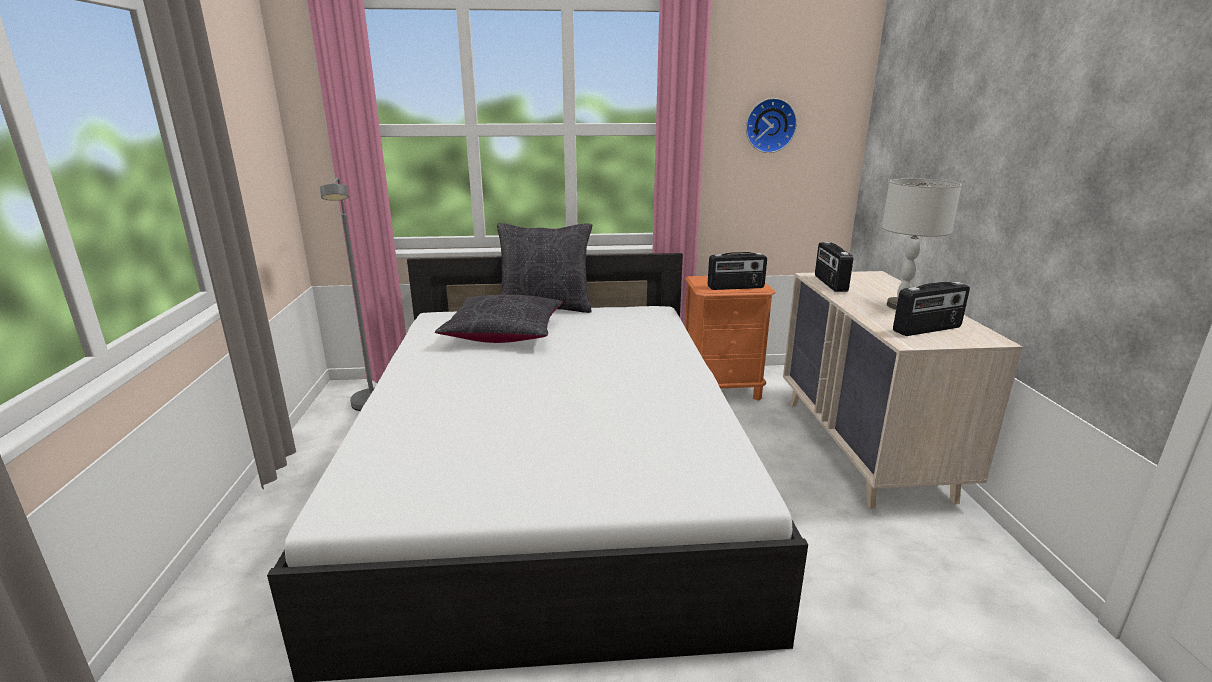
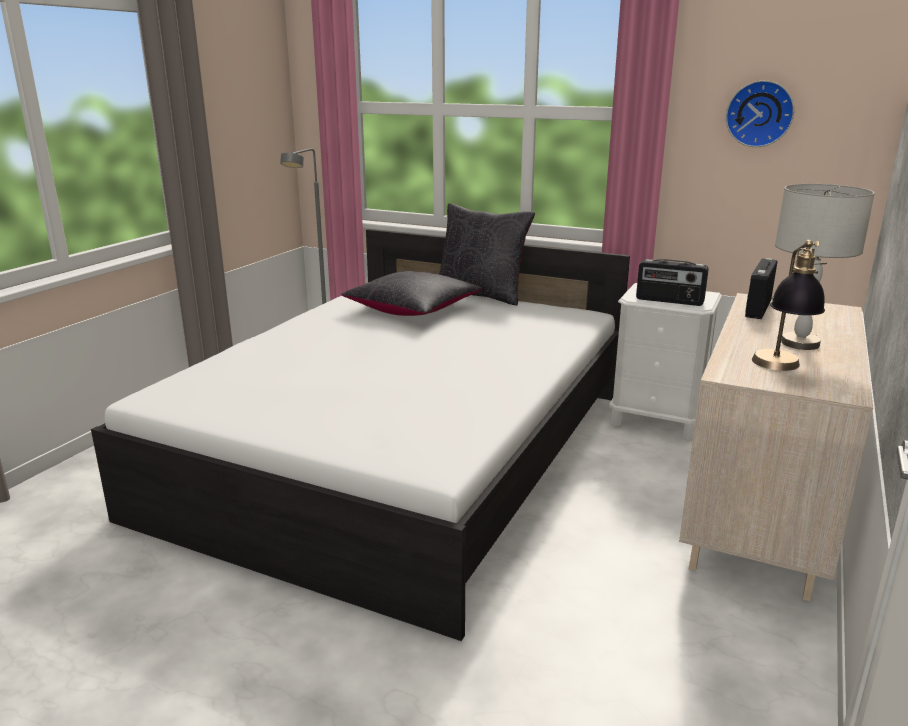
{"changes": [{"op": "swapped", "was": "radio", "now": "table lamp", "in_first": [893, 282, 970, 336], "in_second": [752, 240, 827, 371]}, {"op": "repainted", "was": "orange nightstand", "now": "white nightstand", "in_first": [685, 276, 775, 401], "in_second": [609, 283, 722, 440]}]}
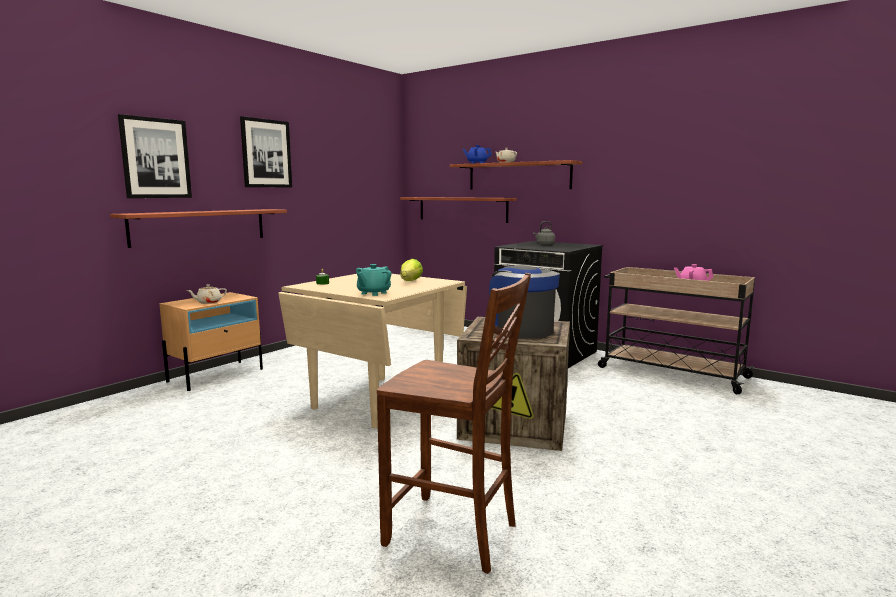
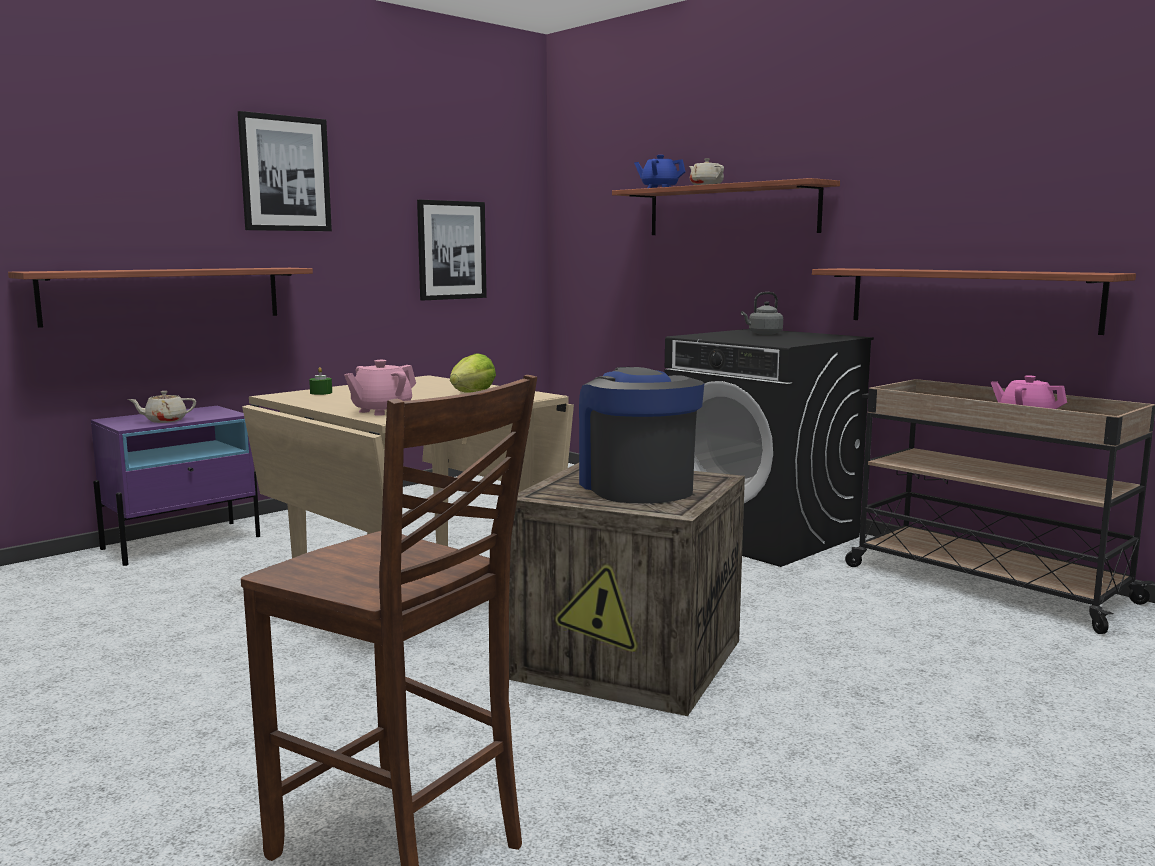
{"changes": [{"op": "shifted", "was": "picture", "in_first": [118, 114, 192, 198], "in_second": [417, 200, 487, 300]}, {"op": "shifted", "was": "shelf", "in_first": [400, 197, 517, 223], "in_second": [812, 268, 1136, 335]}, {"op": "repainted", "was": "beige nightstand", "now": "purple nightstand", "in_first": [159, 292, 263, 391], "in_second": [91, 406, 260, 566]}, {"op": "repainted", "was": "turquoise teapot", "now": "pink teapot", "in_first": [356, 264, 392, 296], "in_second": [344, 360, 416, 416]}]}
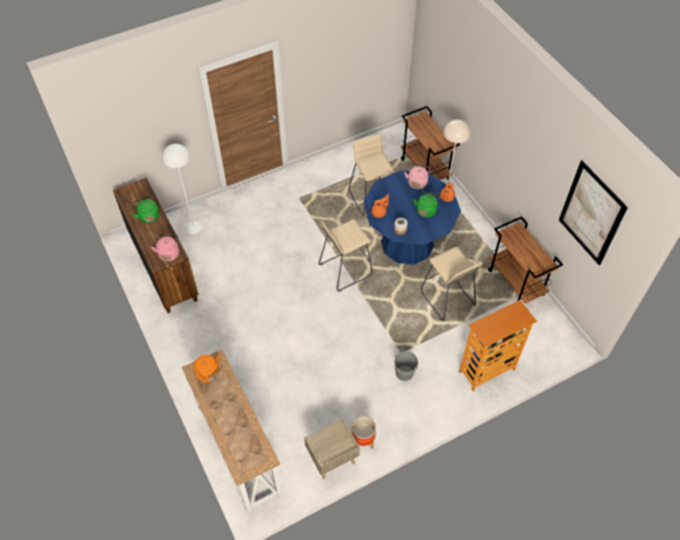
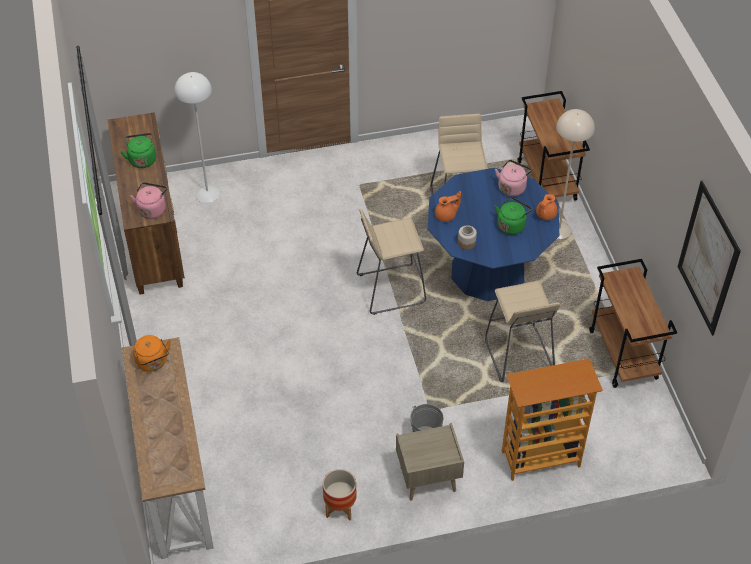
{"changes": [{"op": "shifted", "was": "beige nightstand", "in_first": [304, 418, 360, 480], "in_second": [396, 423, 464, 501]}]}
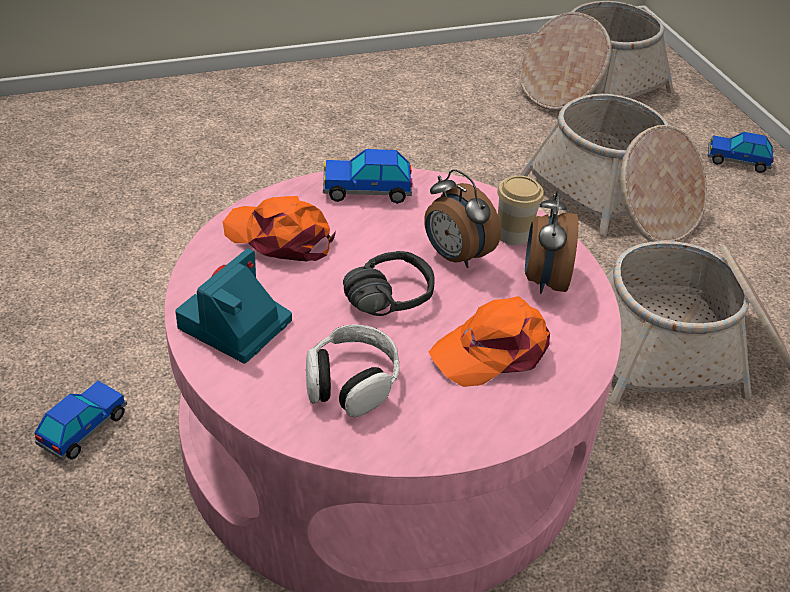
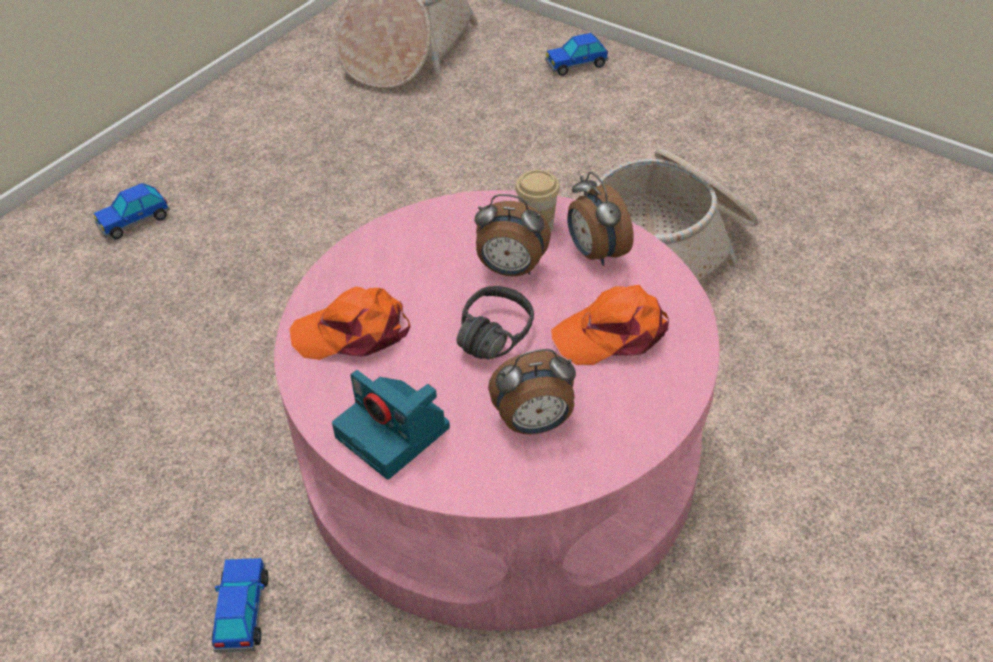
{"changes": [{"op": "gone", "was": "basket", "in_first": [519, 94, 707, 242]}, {"op": "shifted", "was": "toy car", "in_first": [323, 149, 412, 204], "in_second": [93, 183, 170, 239]}, {"op": "swapped", "was": "headphones", "now": "alarm clock", "in_first": [306, 324, 400, 417], "in_second": [488, 349, 576, 434]}, {"op": "rotated", "was": "photo camera", "in_first": [175, 248, 292, 364], "in_second": [332, 370, 450, 480], "clockwise": -45}, {"op": "rotated", "was": "orange cap", "in_first": [429, 296, 550, 387], "in_second": [551, 285, 669, 365], "clockwise": 45}]}
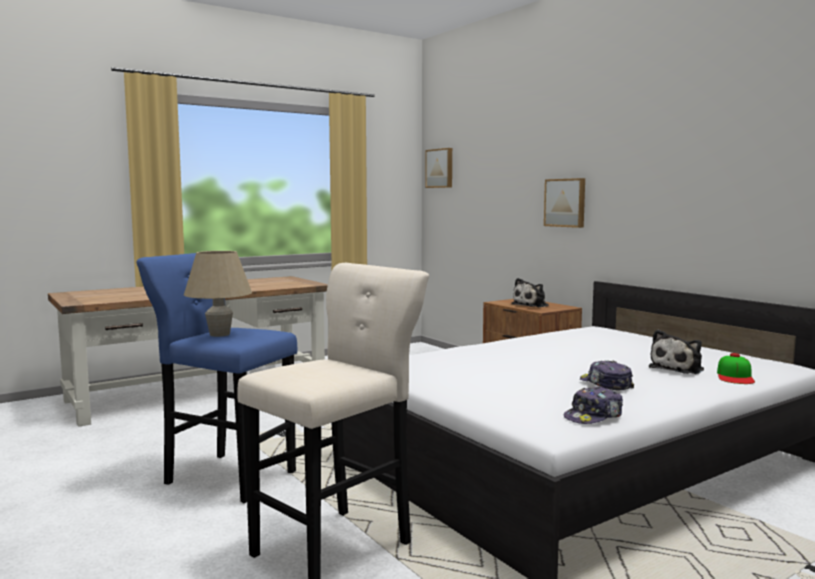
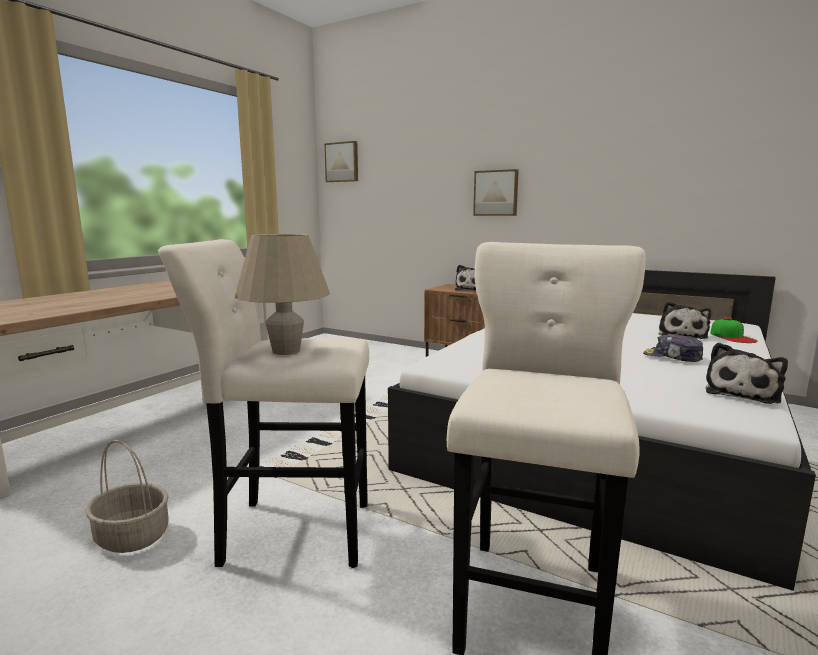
{"changes": [{"op": "new", "now": "basket", "in_second": [85, 440, 169, 553]}, {"op": "swapped", "was": "cap", "now": "plush toy", "in_first": [564, 386, 623, 424], "in_second": [706, 343, 788, 404]}, {"op": "repainted", "was": "blue stool", "now": "beige stool", "in_first": [137, 253, 298, 503], "in_second": [158, 239, 369, 568]}]}
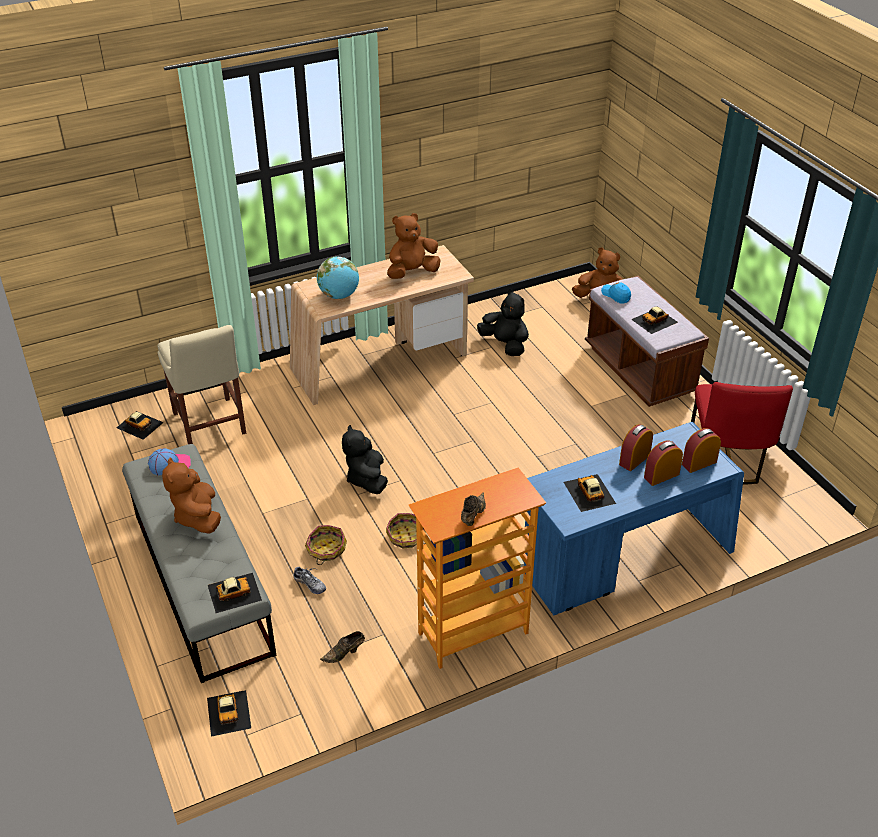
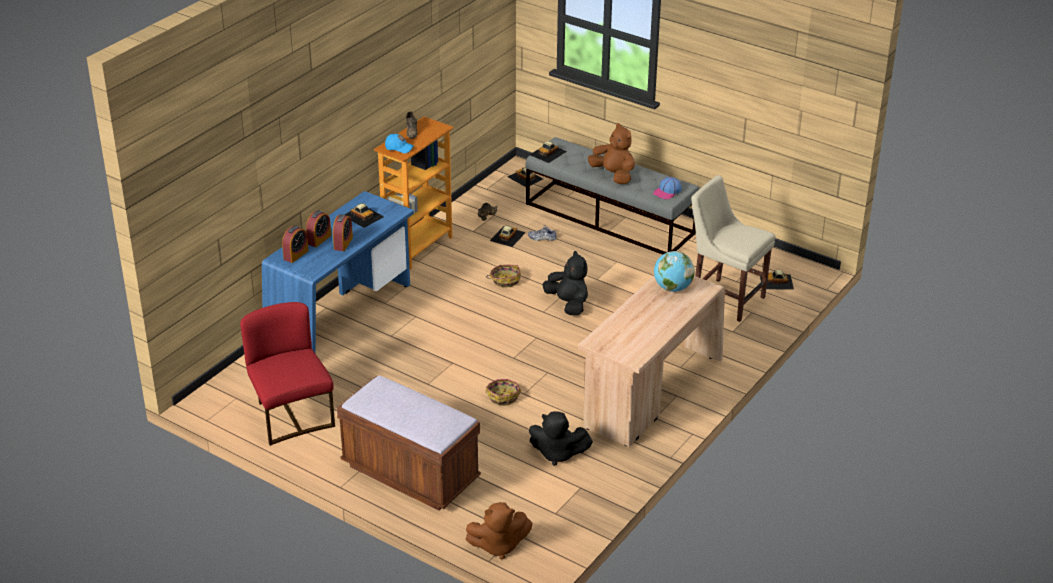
{"changes": [{"op": "gone", "was": "brown plush toy", "in_first": [387, 213, 441, 279]}, {"op": "shifted", "was": "basket", "in_first": [305, 525, 347, 565], "in_second": [486, 379, 521, 405]}, {"op": "shifted", "was": "blue cap", "in_first": [601, 282, 631, 304], "in_second": [385, 134, 414, 153]}, {"op": "shifted", "was": "toy car", "in_first": [631, 307, 678, 334], "in_second": [490, 226, 526, 247]}]}
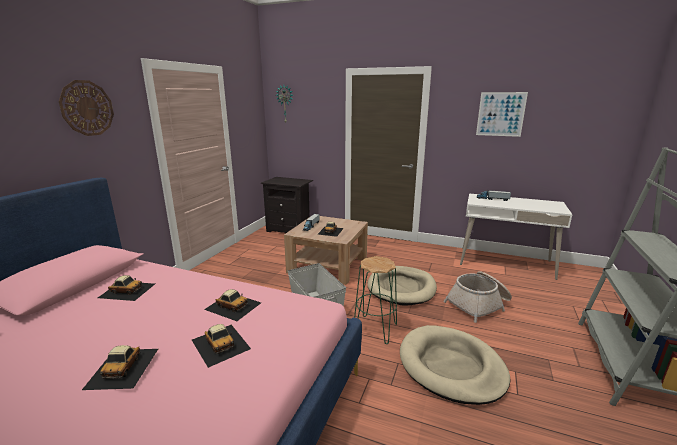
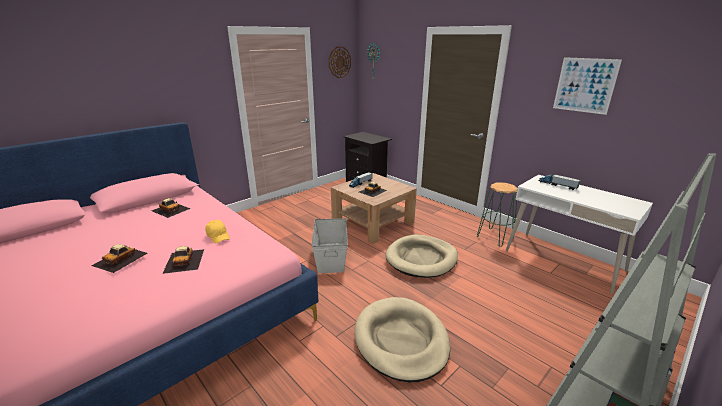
{"changes": [{"op": "gone", "was": "basket", "in_first": [443, 271, 512, 323]}, {"op": "shifted", "was": "wall clock", "in_first": [59, 80, 114, 136], "in_second": [328, 46, 351, 78]}, {"op": "shifted", "was": "green stool", "in_first": [354, 256, 397, 344], "in_second": [477, 182, 518, 247]}, {"op": "swapped", "was": "toy car", "now": "yellow cap", "in_first": [204, 289, 261, 321], "in_second": [205, 220, 230, 243]}]}
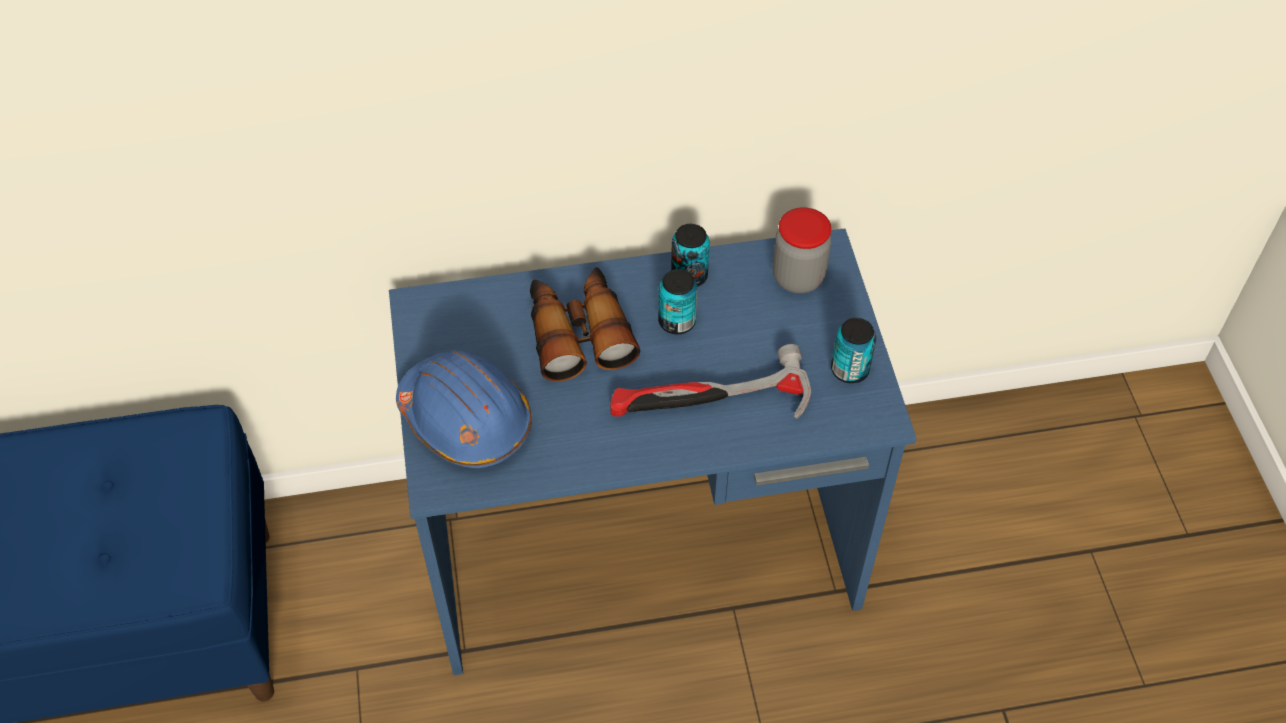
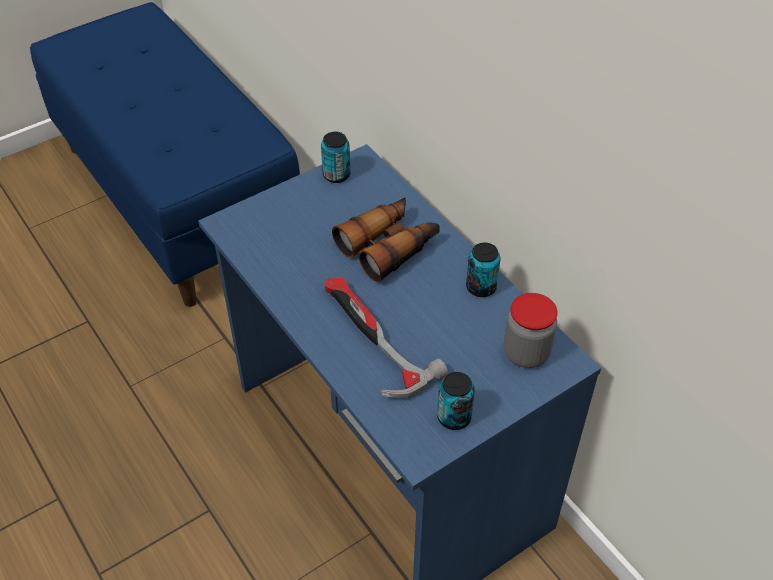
{"changes": [{"op": "gone", "was": "blue hard hat", "in_first": [396, 350, 532, 468]}, {"op": "shifted", "was": "can", "in_first": [658, 269, 697, 334], "in_second": [321, 132, 350, 183]}]}
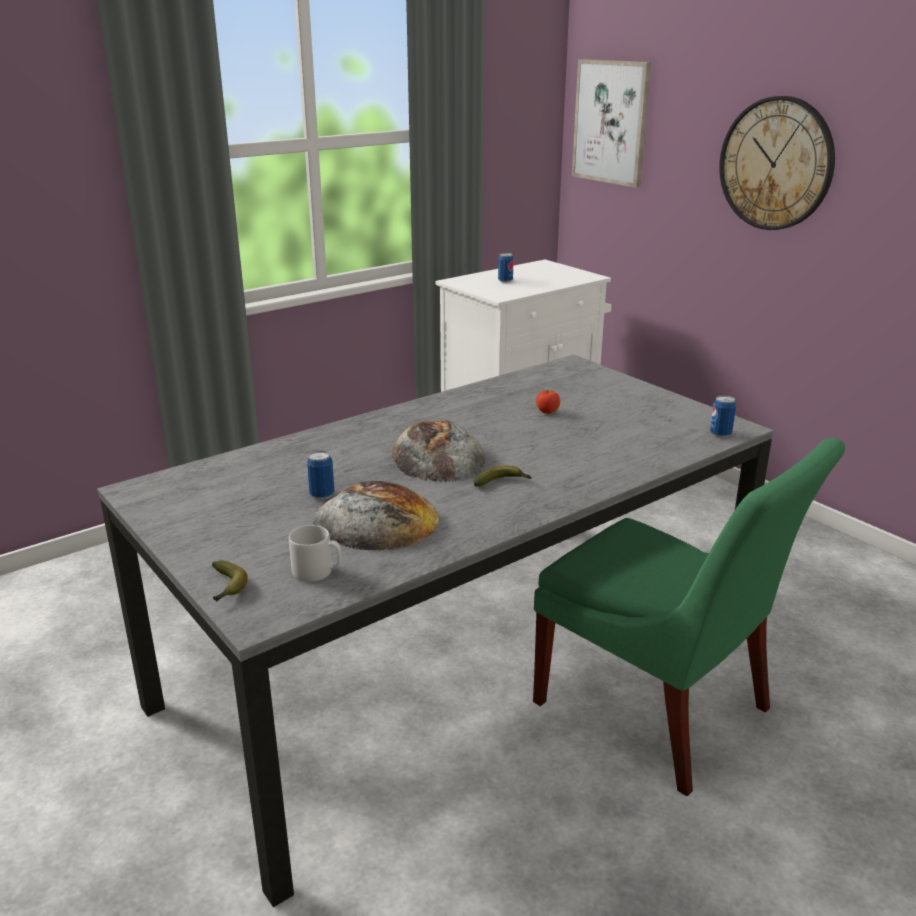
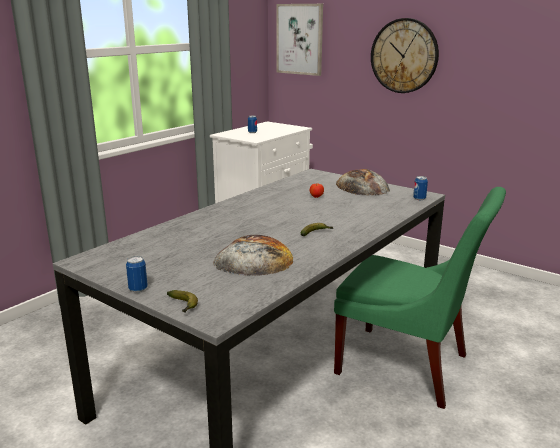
{"changes": [{"op": "gone", "was": "grey mug", "in_first": [289, 525, 342, 582]}, {"op": "shifted", "was": "can", "in_first": [307, 451, 334, 499], "in_second": [126, 256, 148, 292]}, {"op": "shifted", "was": "bread", "in_first": [392, 420, 486, 482], "in_second": [336, 169, 390, 196]}]}
